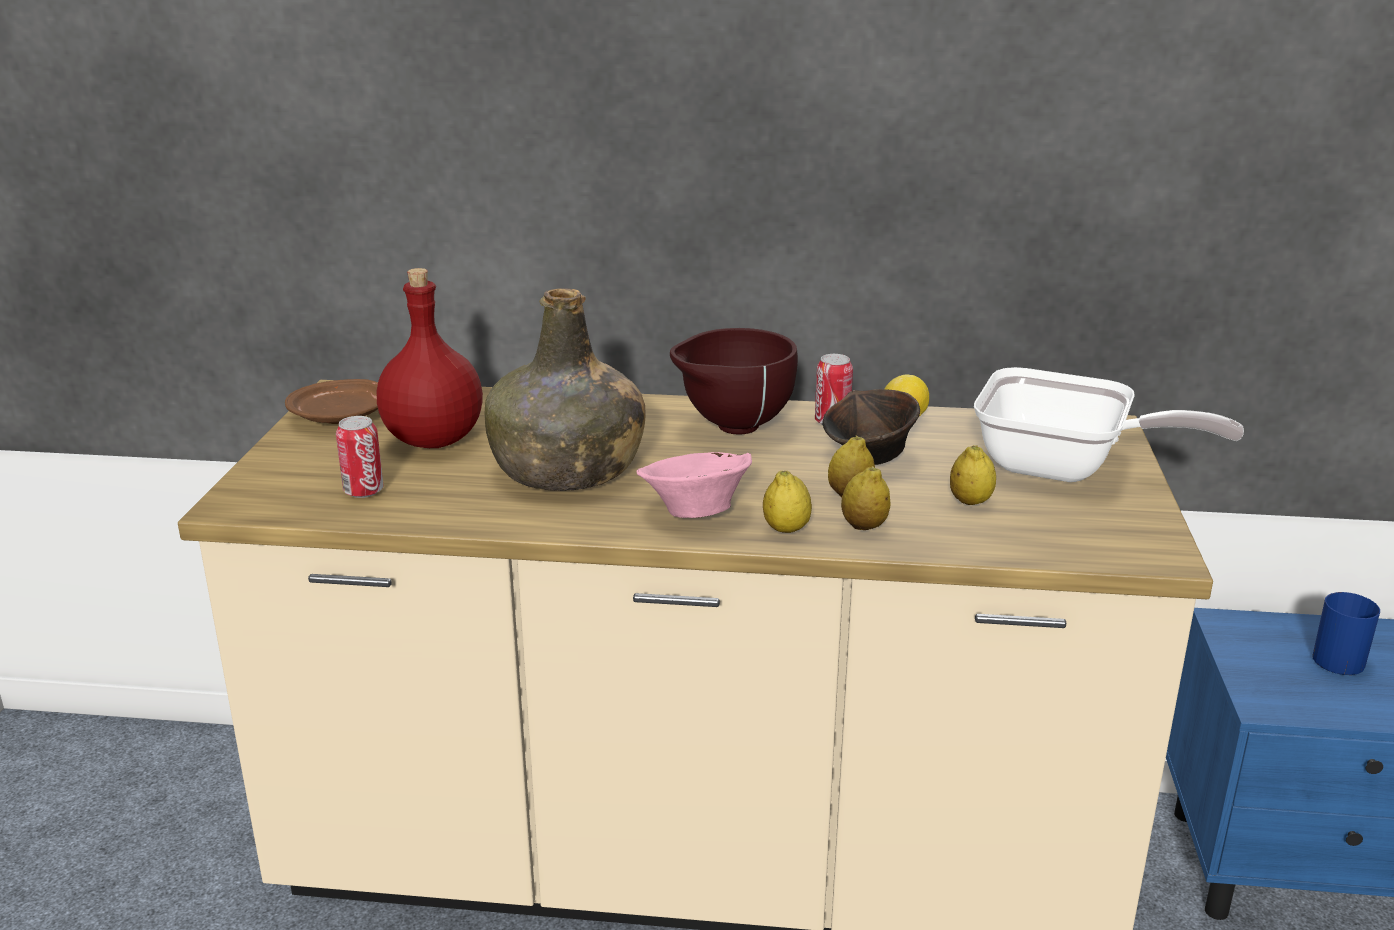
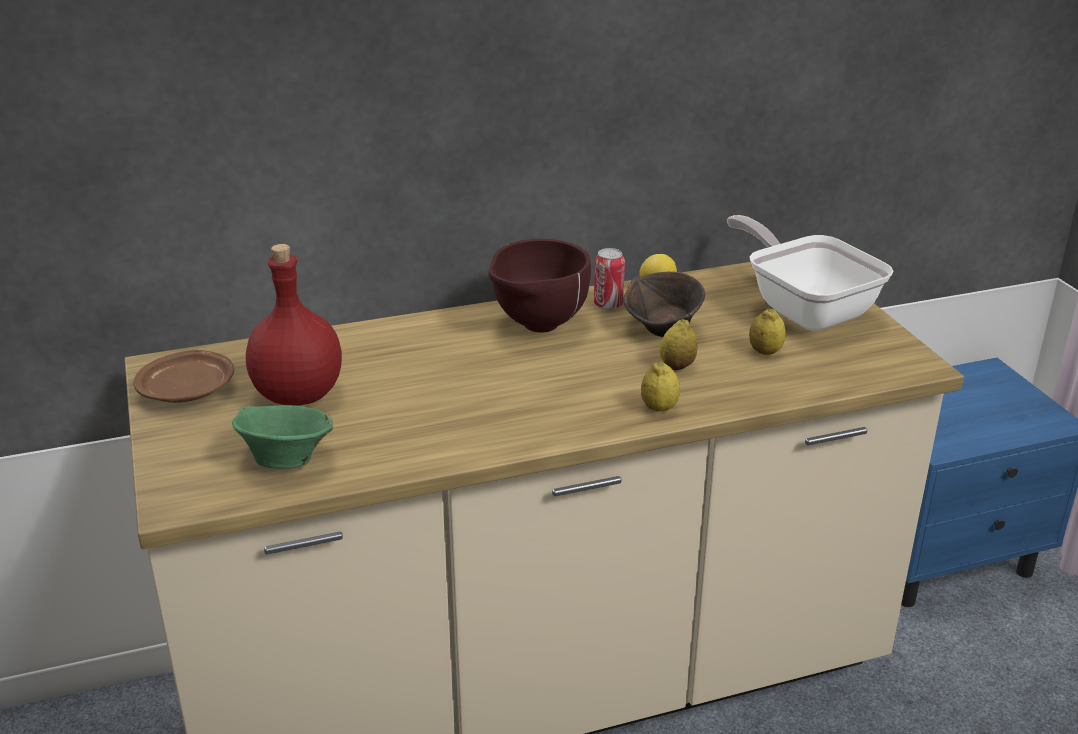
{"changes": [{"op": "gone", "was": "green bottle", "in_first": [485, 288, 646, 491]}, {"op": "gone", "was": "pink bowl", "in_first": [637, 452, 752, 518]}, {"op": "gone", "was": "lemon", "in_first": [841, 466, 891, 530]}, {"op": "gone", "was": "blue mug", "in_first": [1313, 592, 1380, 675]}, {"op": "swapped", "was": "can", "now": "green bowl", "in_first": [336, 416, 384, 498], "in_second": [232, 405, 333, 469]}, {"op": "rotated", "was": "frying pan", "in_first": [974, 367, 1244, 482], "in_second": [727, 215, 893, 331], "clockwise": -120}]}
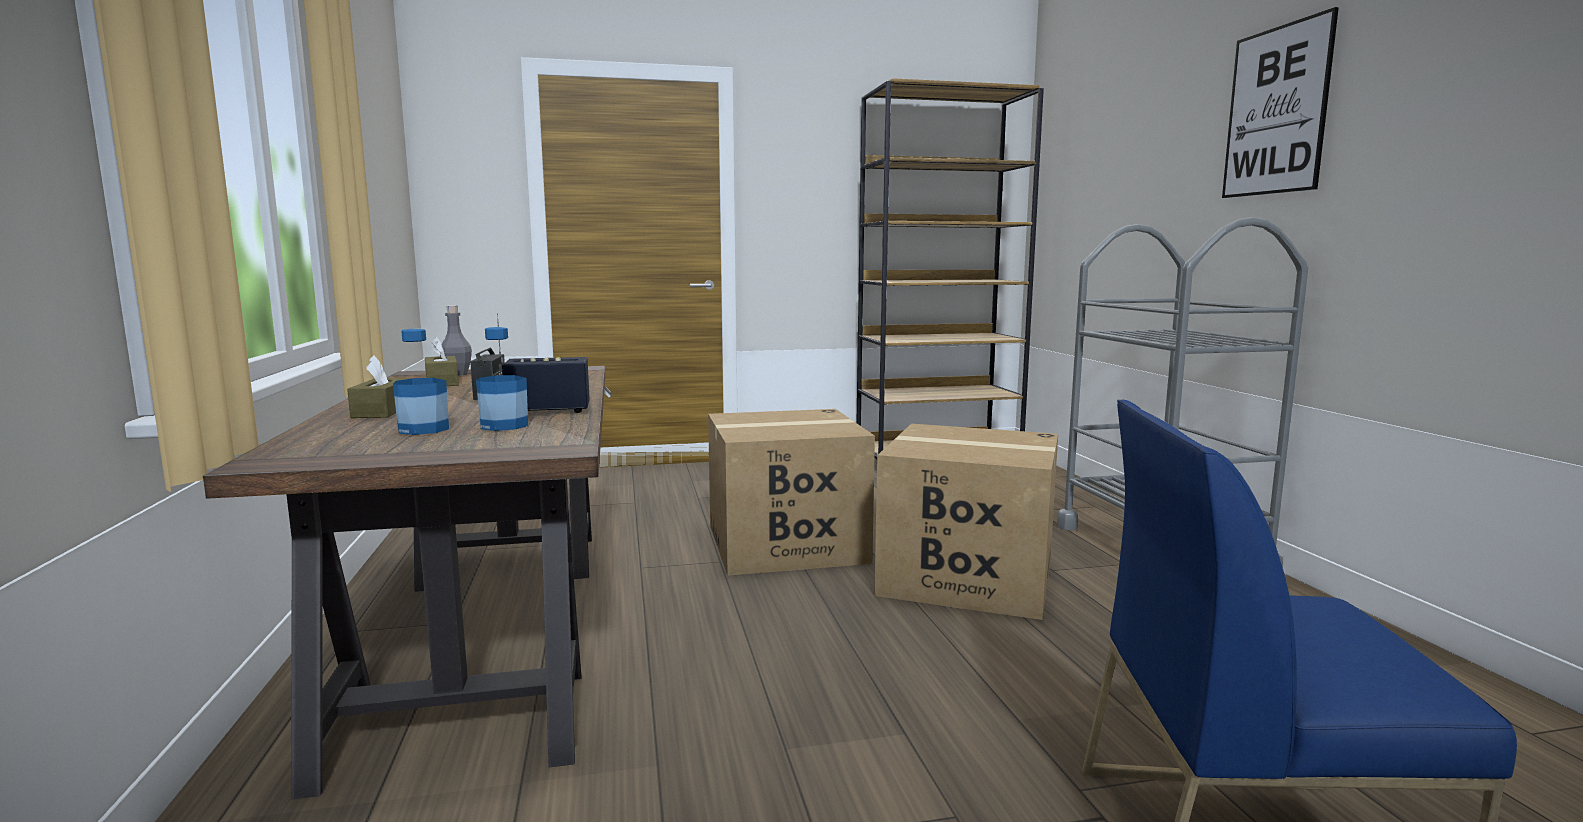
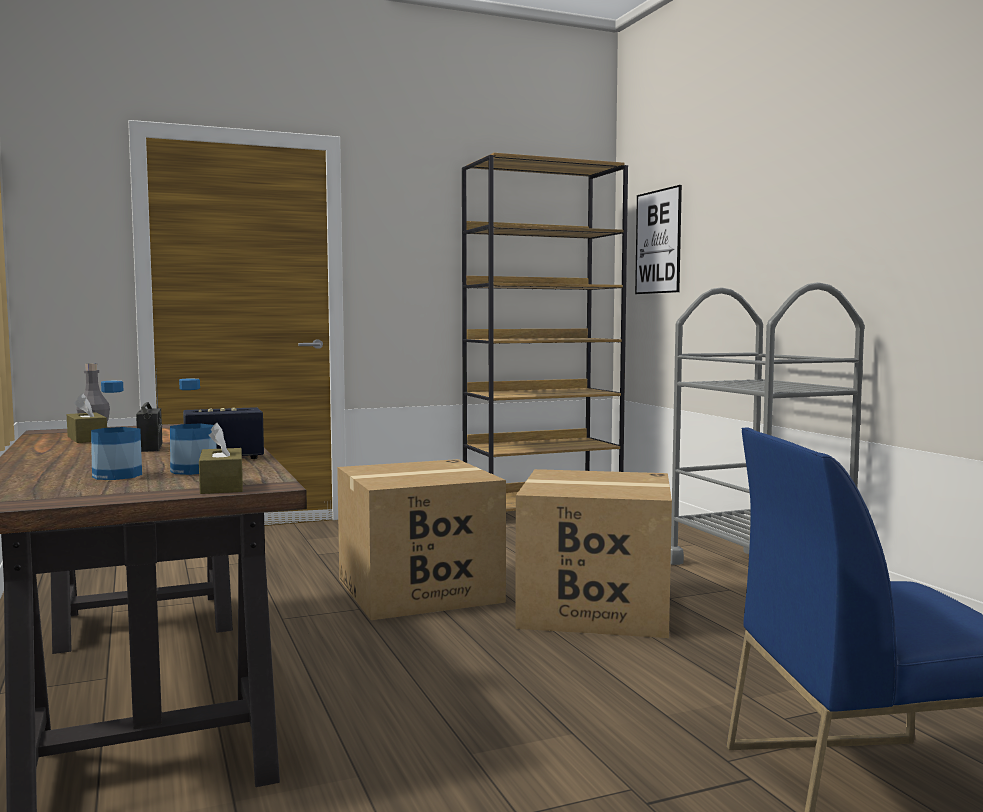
{"changes": [{"op": "shifted", "was": "brown tissue box", "in_first": [347, 356, 409, 418], "in_second": [199, 423, 243, 494]}, {"op": "shifted", "was": "picture", "in_first": [1222, 7, 1339, 198], "in_second": [635, 185, 682, 294]}]}
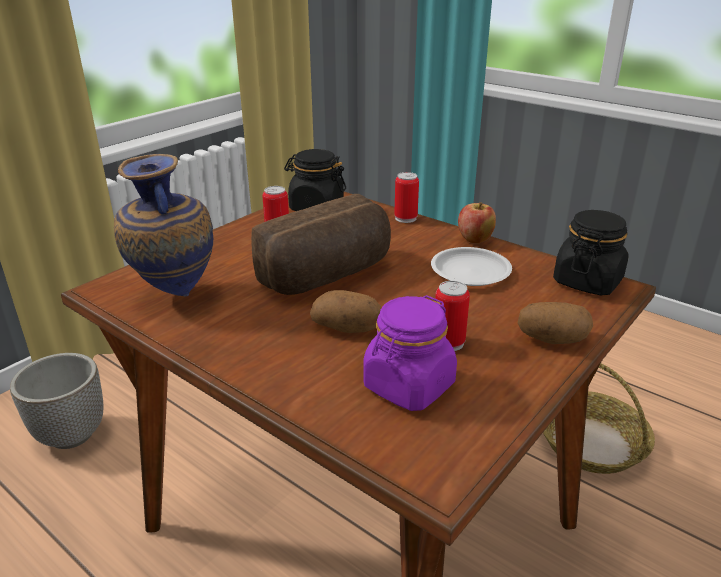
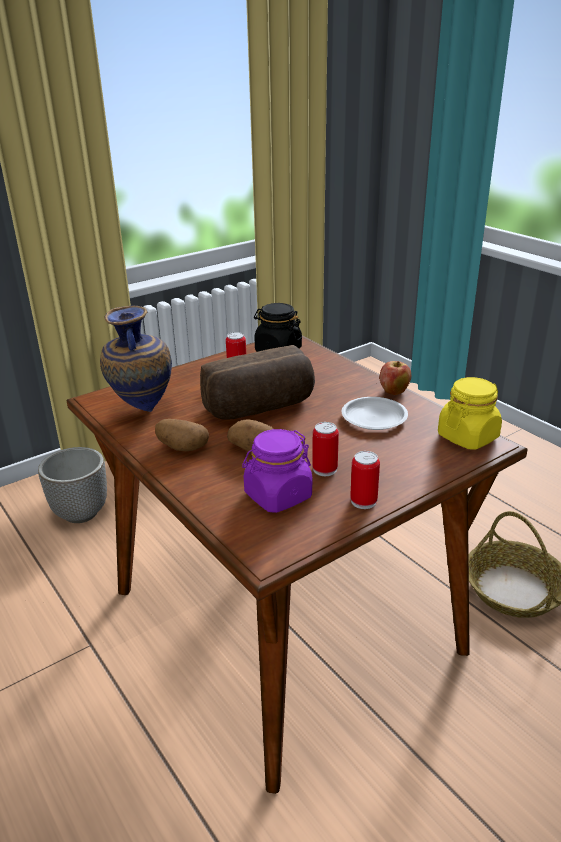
{"changes": [{"op": "shifted", "was": "can", "in_first": [394, 172, 419, 223], "in_second": [350, 451, 380, 509]}, {"op": "shifted", "was": "potato", "in_first": [517, 302, 593, 344], "in_second": [155, 419, 209, 451]}, {"op": "repainted", "was": "black jar", "now": "yellow jar", "in_first": [553, 210, 629, 295], "in_second": [438, 377, 502, 450]}]}
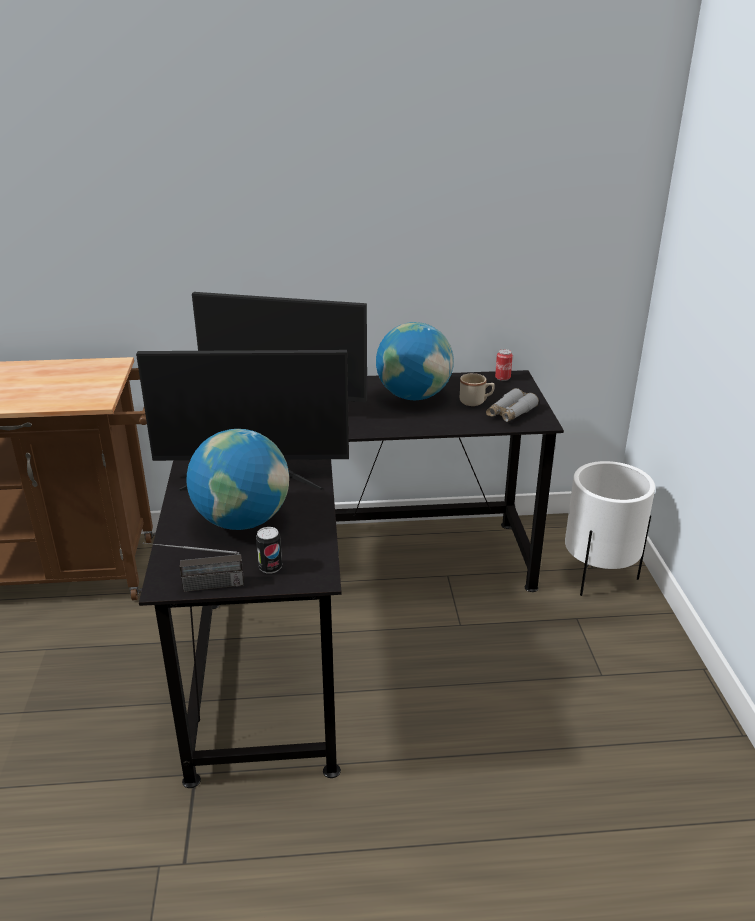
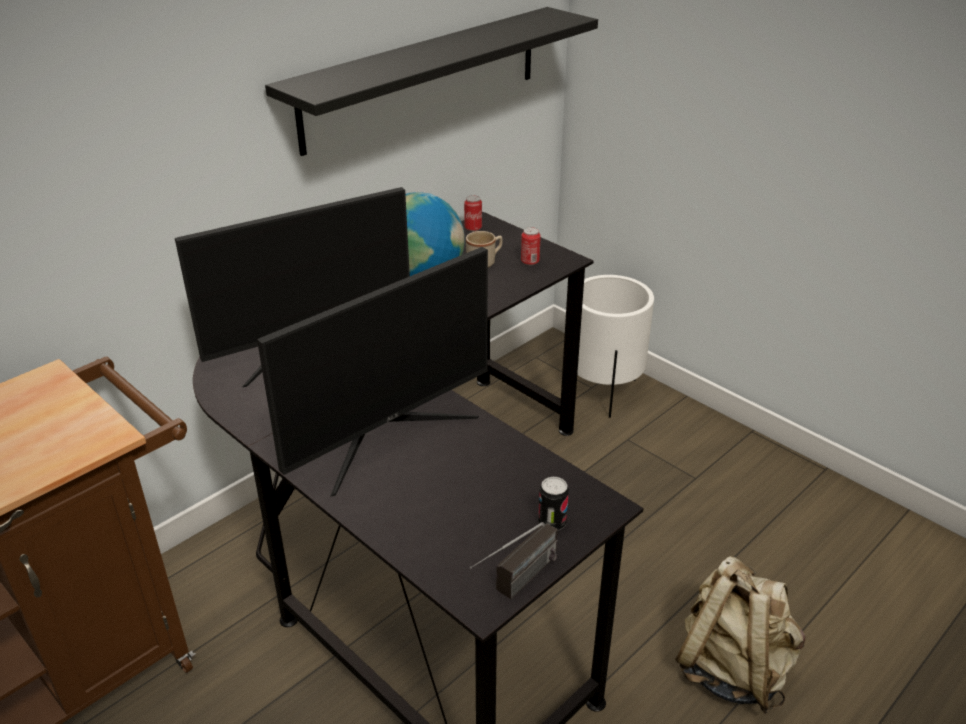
{"changes": [{"op": "gone", "was": "globe", "in_first": [187, 429, 289, 530]}, {"op": "new", "now": "black shelf", "in_second": [265, 7, 598, 156]}, {"op": "new", "now": "beige backpack", "in_second": [675, 556, 805, 714]}, {"op": "swapped", "was": "grey binoculars", "now": "can", "in_first": [486, 388, 539, 422], "in_second": [521, 227, 541, 265]}]}
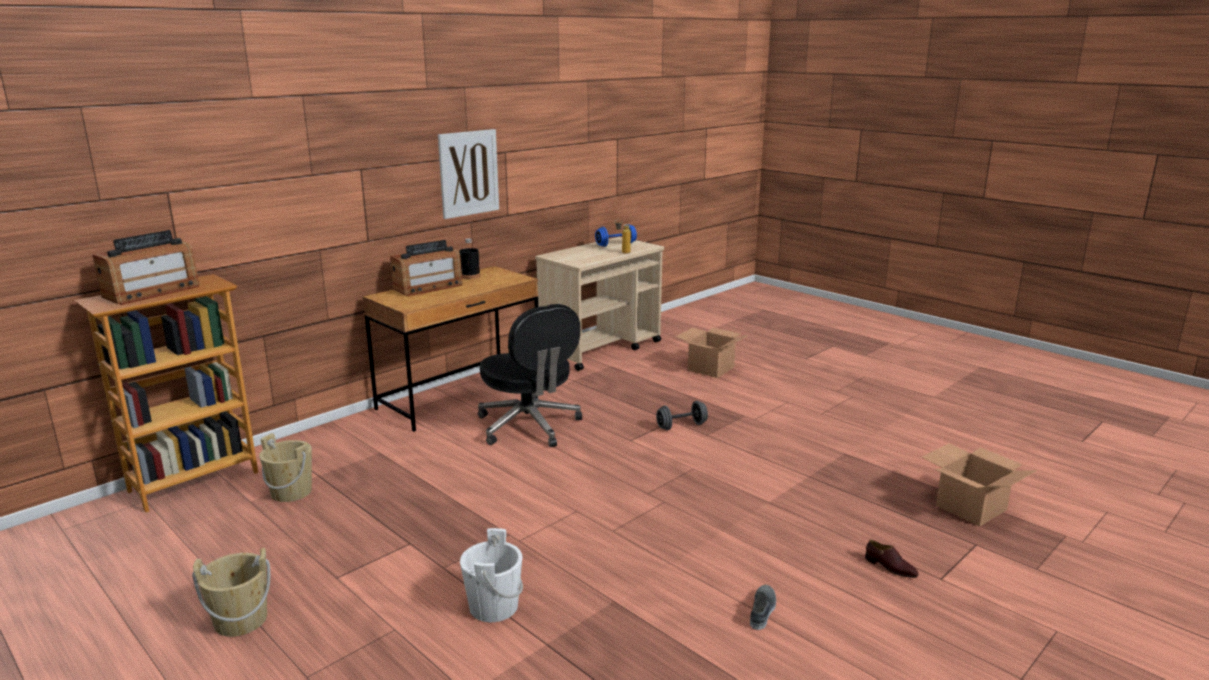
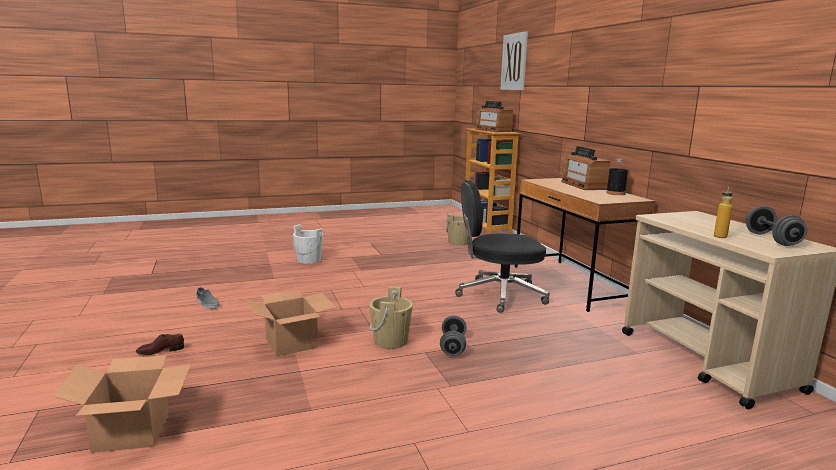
{"changes": [{"op": "shifted", "was": "beige bucket", "in_first": [192, 548, 270, 637], "in_second": [369, 286, 413, 349]}, {"op": "shifted", "was": "picture", "in_first": [438, 129, 499, 219], "in_second": [500, 31, 528, 90]}, {"op": "shifted", "was": "cardboard box", "in_first": [675, 327, 750, 378], "in_second": [245, 290, 337, 356]}, {"op": "repainted", "was": "blue dumbbell", "now": "grey dumbbell", "in_first": [595, 224, 637, 247], "in_second": [745, 206, 807, 246]}]}
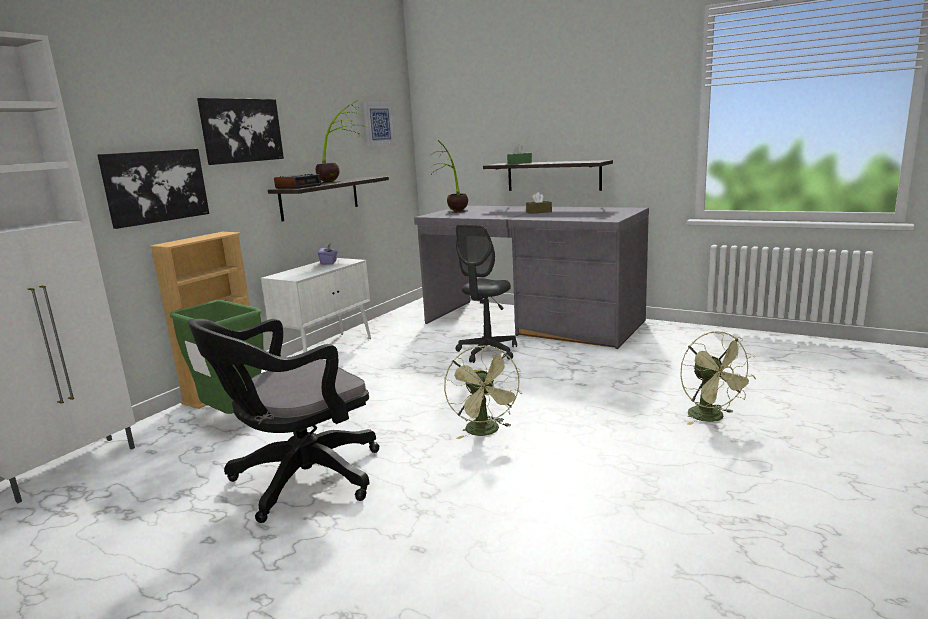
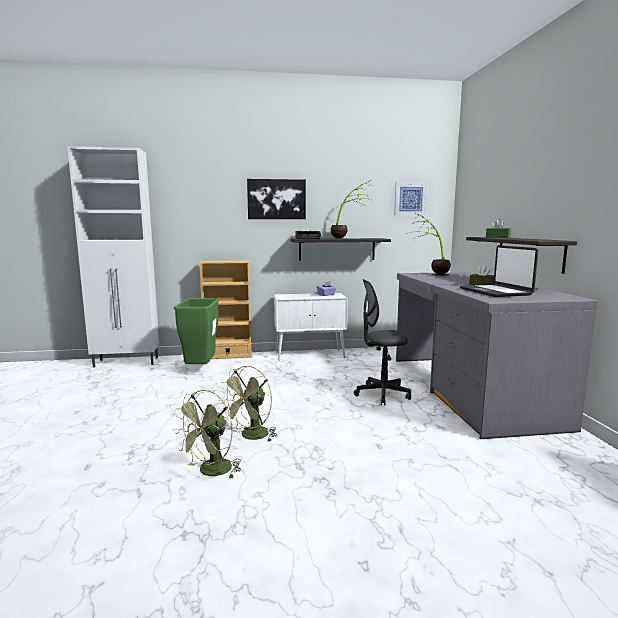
{"changes": [{"op": "gone", "was": "picture", "in_first": [98, 149, 209, 229]}, {"op": "gone", "was": "black office chair", "in_first": [188, 319, 379, 523]}, {"op": "new", "now": "laptop", "in_second": [460, 245, 538, 297]}, {"op": "shifted", "was": "green fan", "in_first": [680, 331, 756, 425], "in_second": [173, 390, 241, 479]}]}
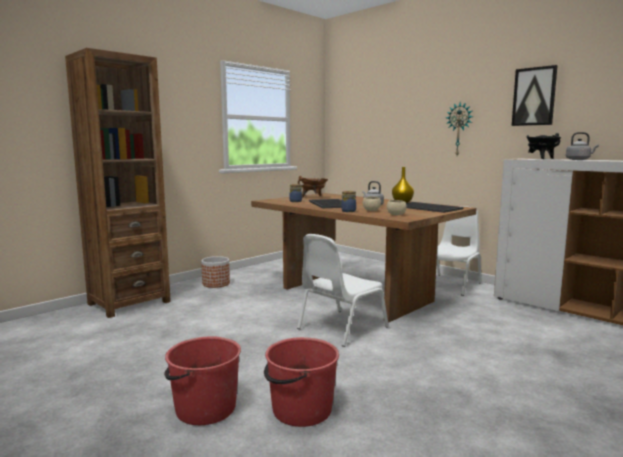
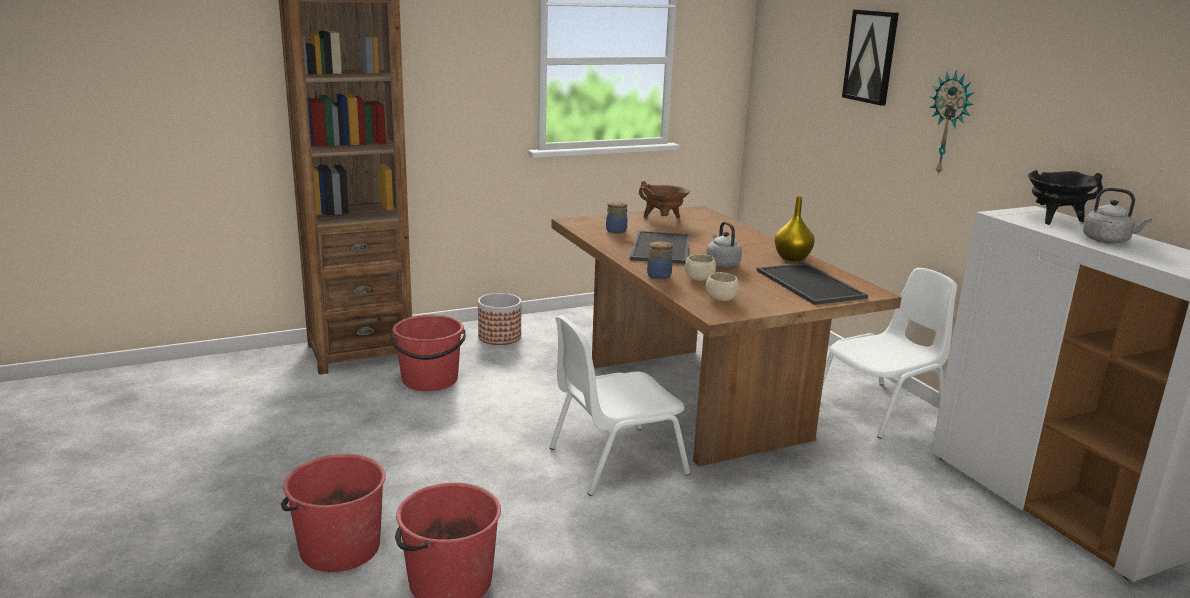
{"changes": [{"op": "new", "now": "red bucket", "in_second": [390, 315, 466, 391]}, {"op": "shifted", "was": "picture", "in_first": [512, 65, 558, 126], "in_second": [842, 9, 899, 106]}]}
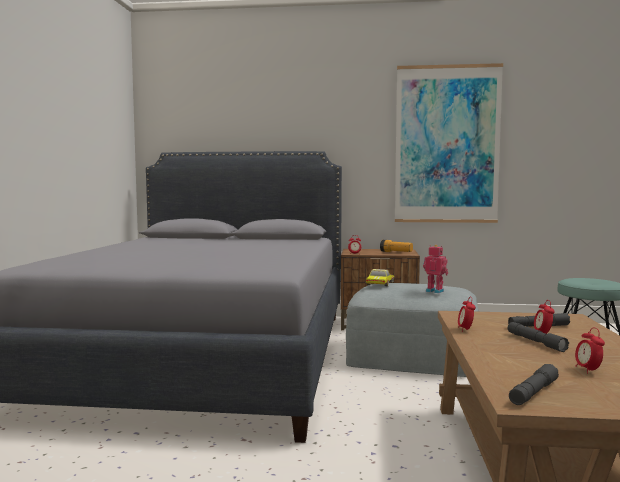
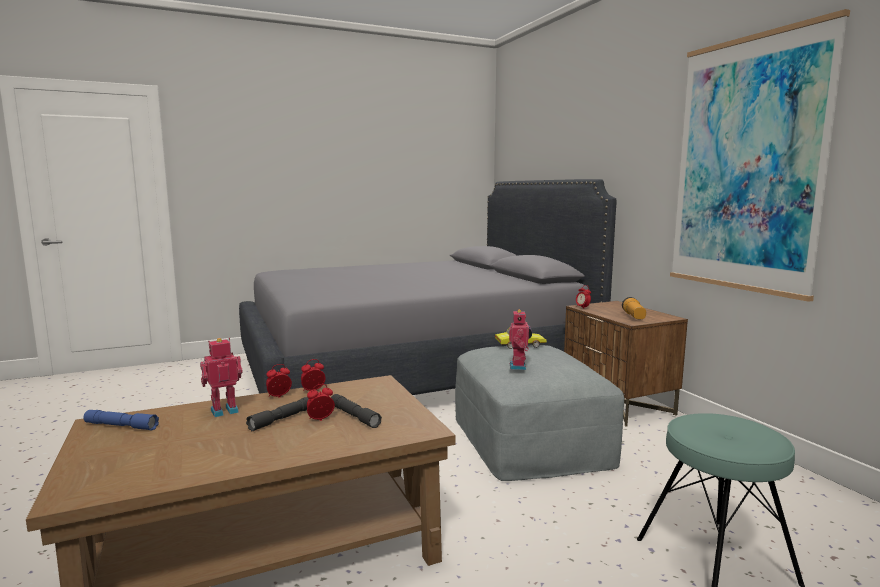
{"changes": [{"op": "new", "now": "toy robot", "in_second": [200, 338, 243, 417]}, {"op": "shifted", "was": "alarm clock", "in_first": [575, 327, 605, 374], "in_second": [266, 364, 292, 398]}, {"op": "repainted", "was": "grey flashlight", "now": "blue flashlight", "in_first": [509, 364, 559, 405], "in_second": [83, 410, 159, 430]}]}
